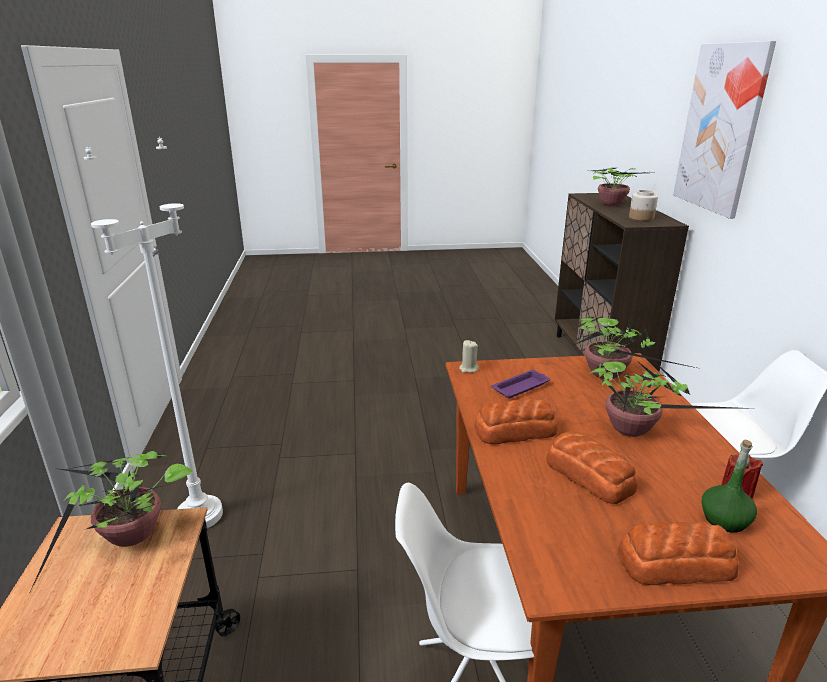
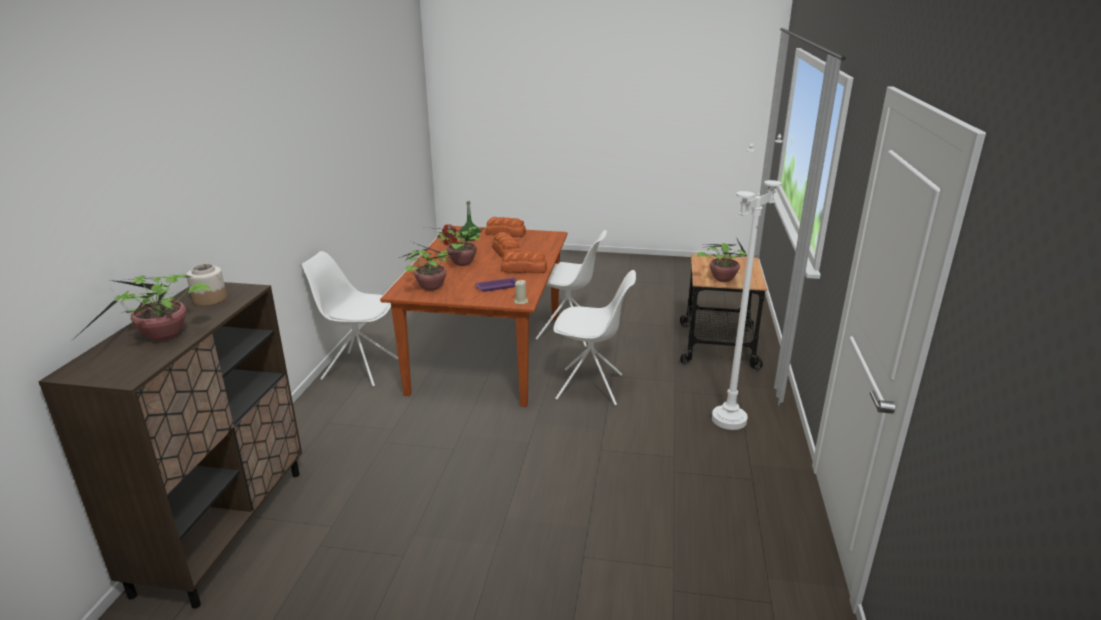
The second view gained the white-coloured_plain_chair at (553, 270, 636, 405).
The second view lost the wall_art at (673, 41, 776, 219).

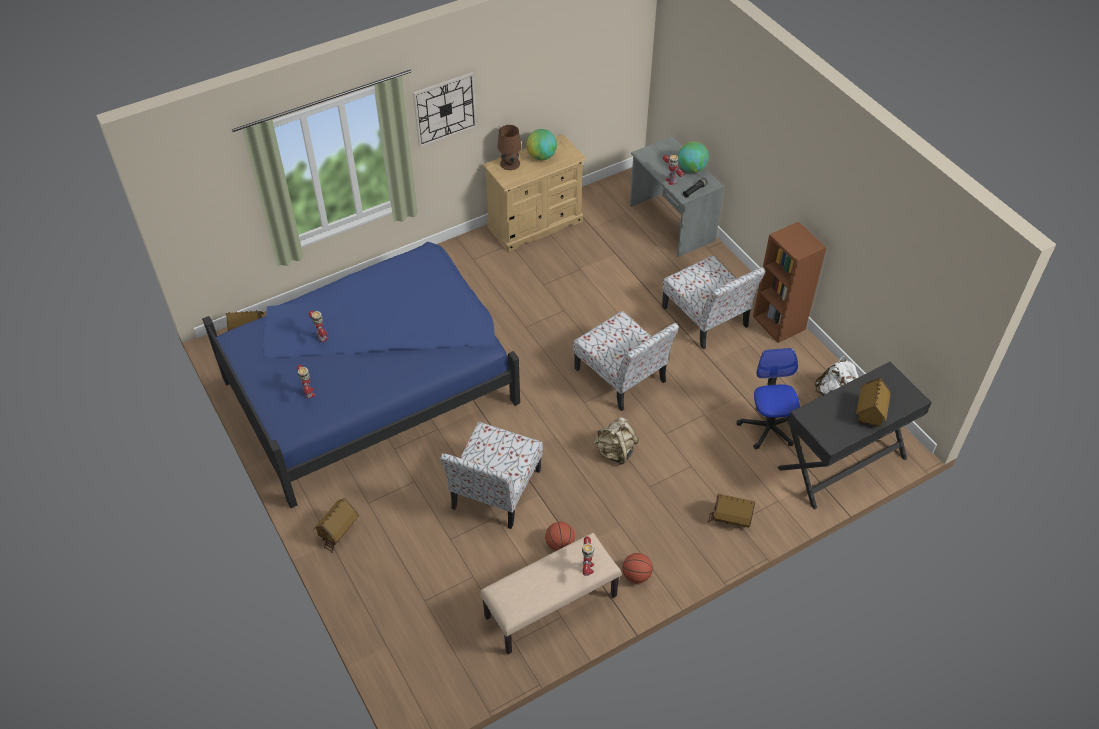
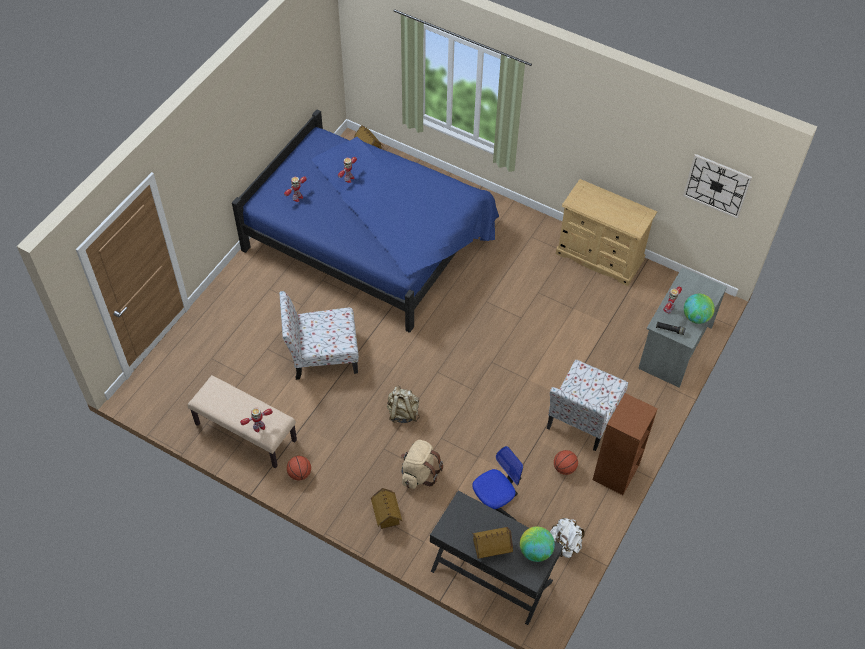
The second view gained the beige-coloured_backpack at (401, 440, 443, 489).
The world_globe ended up elsewhere, having gone from (526, 129, 557, 160) to (520, 526, 555, 562).
The ball_for_basketball ended up elsewhere, having gone from (545, 522, 575, 551) to (554, 450, 578, 475).
The clock_on_the_wall ended up elsewhere, having gone from (413, 72, 477, 148) to (683, 154, 752, 219).
The second view lost the miniature_house at (313, 498, 359, 553).
The second view lost the brown-coloured_table_lamp at (498, 125, 521, 170).
The second view lost the plain_chair at (573, 311, 679, 411).

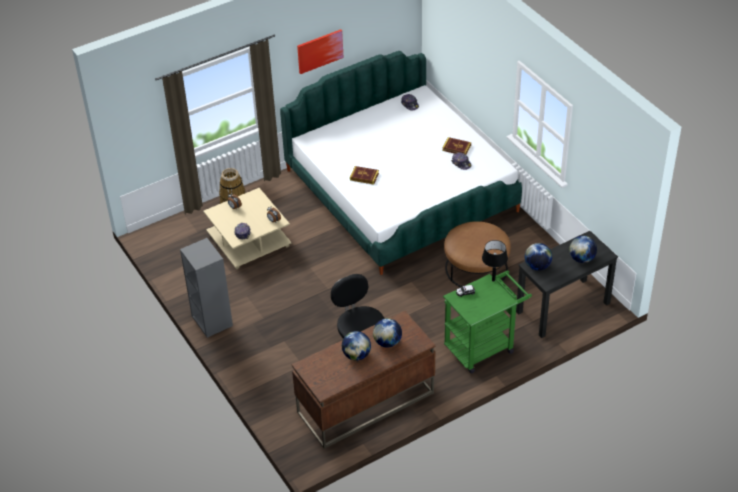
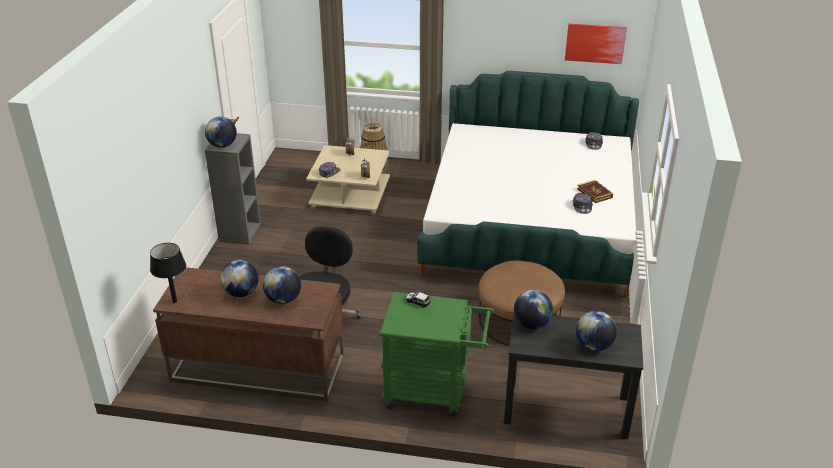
The black-coloured_table_lamp ended up elsewhere, having gone from (482, 240, 508, 282) to (150, 243, 186, 303).
The second view gained the world_globe at (205, 117, 237, 148).
The wall_art ended up elsewhere, having gone from (297, 29, 344, 74) to (565, 24, 627, 64).
The second view lost the bound_book at (350, 166, 379, 185).

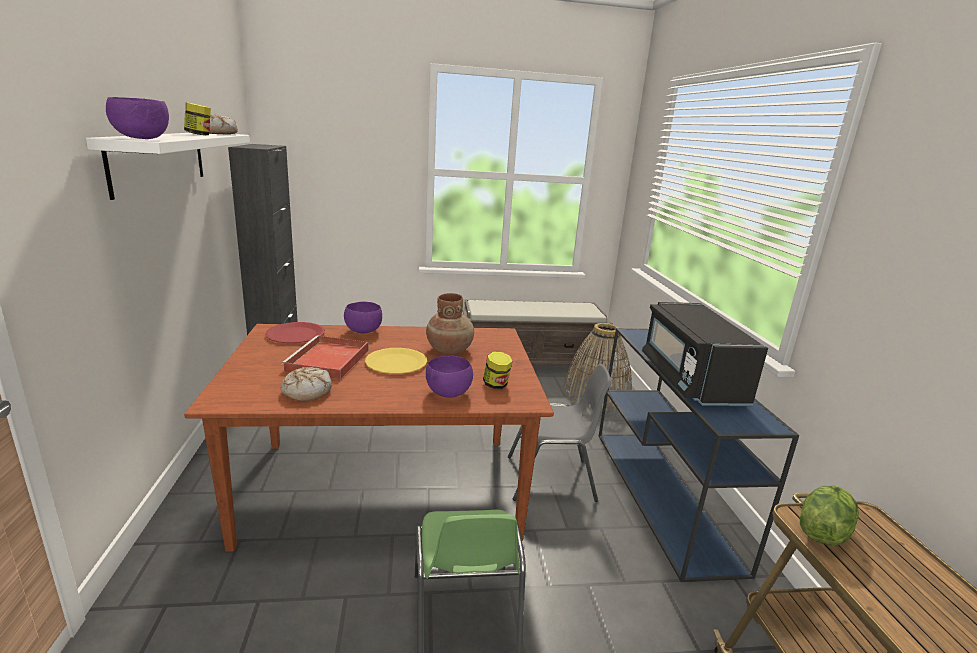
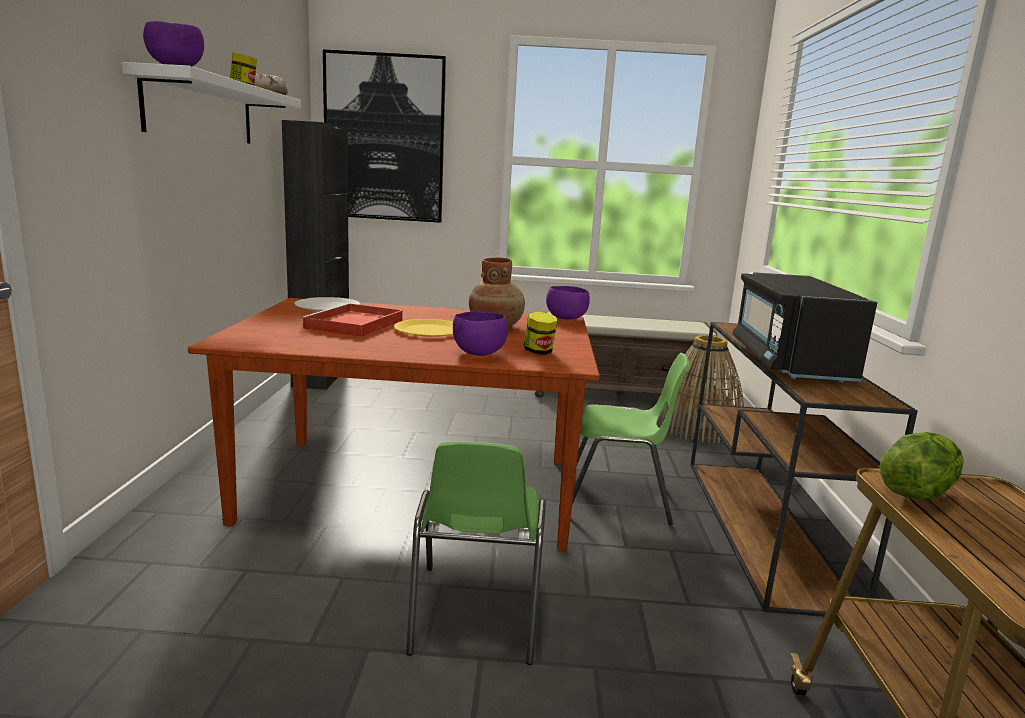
What was the red-coloured_plate at (265, 322, 325, 343) turned into the white-coloured_plate at (294, 297, 360, 311).
The second view gained the wall_art at (323, 50, 446, 223).
The purplish_serving_bowl ended up elsewhere, having gone from (344, 302, 382, 333) to (546, 286, 590, 320).
What was the gray_plain_chair at (508, 364, 612, 502) turned into the green_plain_chair at (572, 353, 690, 525).
What was the bluish_console_table at (599, 328, 799, 582) turned into the brown-coloured_console_table at (690, 322, 918, 616).
The second view lost the baked_bread at (281, 367, 332, 401).

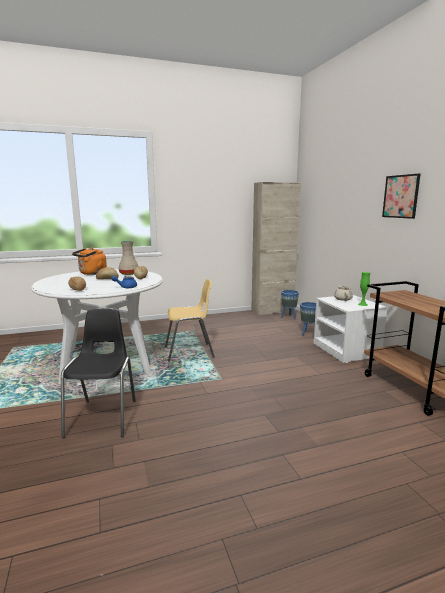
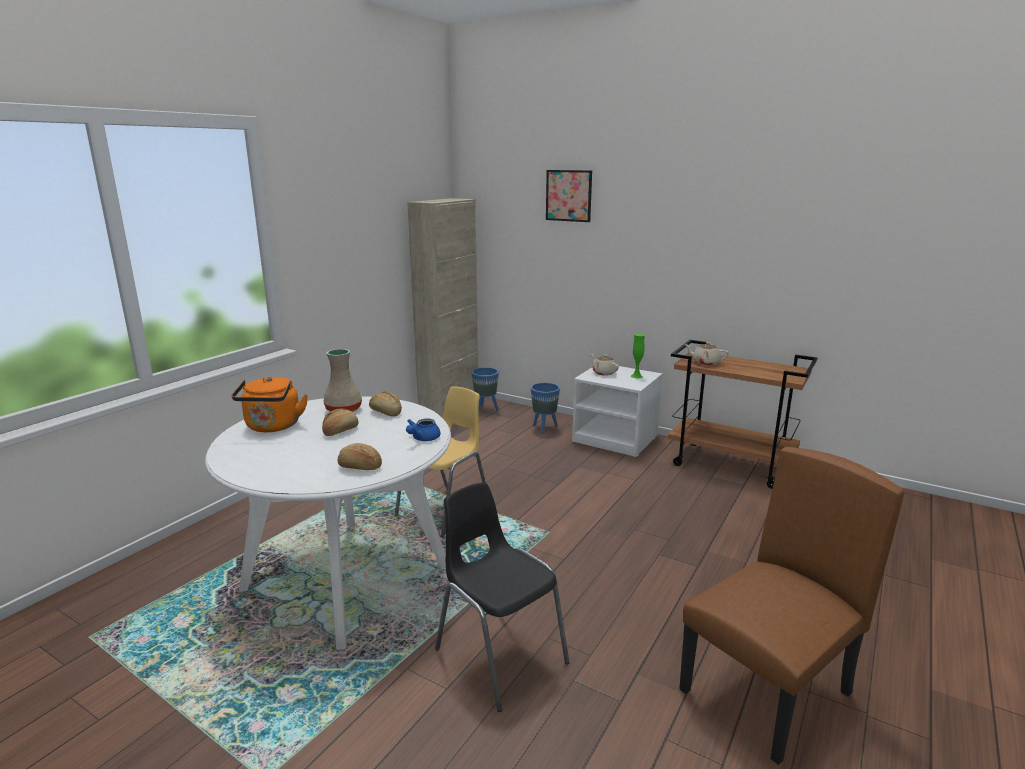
The wall_art ended up elsewhere, having gone from (382, 173, 420, 219) to (546, 170, 592, 222).
The second view gained the brown-coloured_plain_chair at (679, 447, 904, 765).
The second view gained the beige-coloured_teapot at (684, 342, 729, 366).

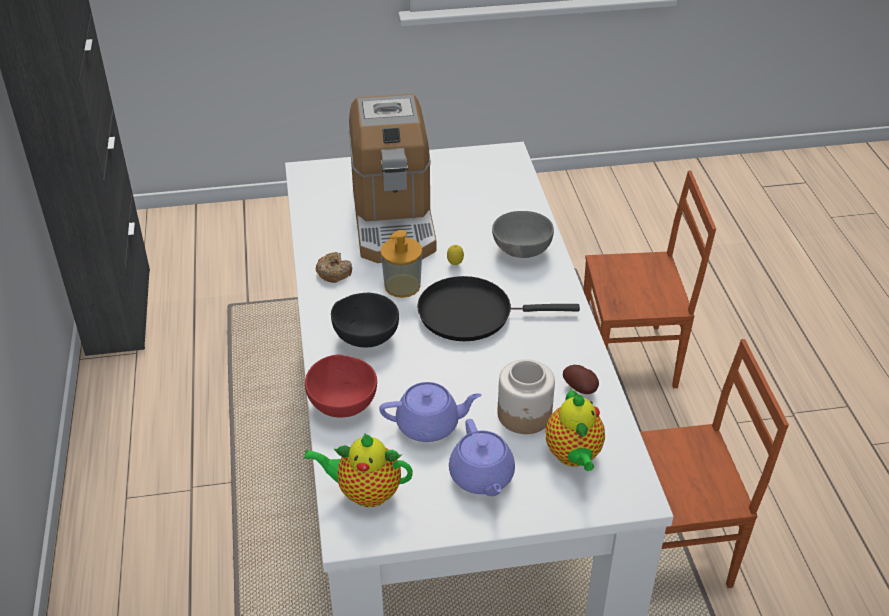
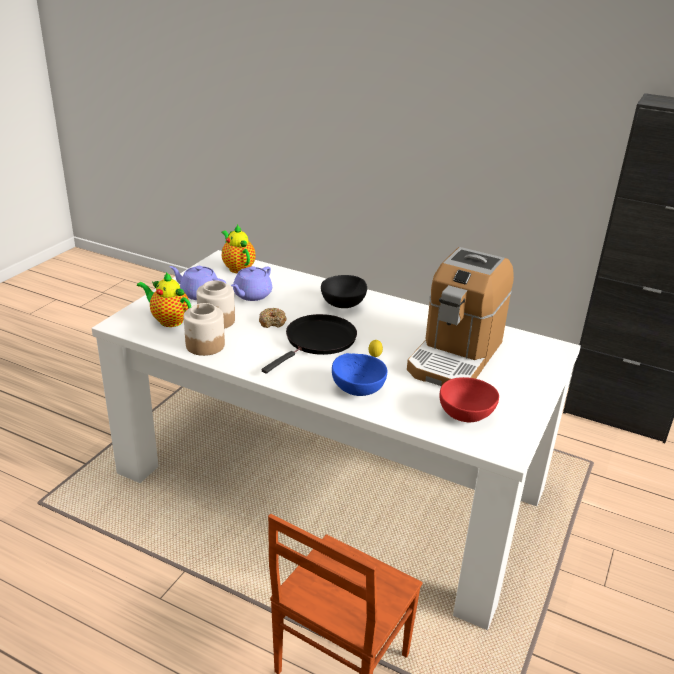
Where the whole_potato stood at (563, 365, 599, 394), the storage_jar came to stand at (184, 303, 225, 356).
The teapot at (303, 433, 413, 507) ended up facing another way, 75 degrees counterclockwise from before.
The doughnut ended up elsewhere, having gone from (316, 252, 352, 283) to (259, 308, 286, 328).
What was the gray_serving_bowl at (492, 211, 554, 258) turned into the bluish_serving_bowl at (332, 353, 387, 396).
The coffee_brewer at (349, 94, 436, 263) ended up facing another way, 90 degrees counterclockwise from before.
The red-coloured_serving_bowl ended up elsewhere, having gone from (305, 354, 377, 418) to (439, 377, 499, 422).
The second view lost the liquid_soap_bottle at (380, 230, 422, 298).
The second view lost the brown-coloured_plain_chair at (640, 339, 789, 588).

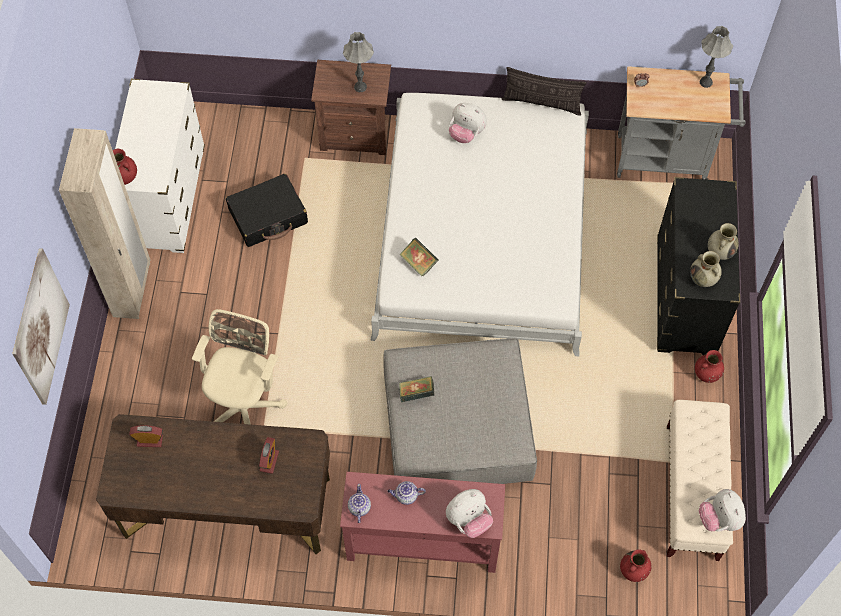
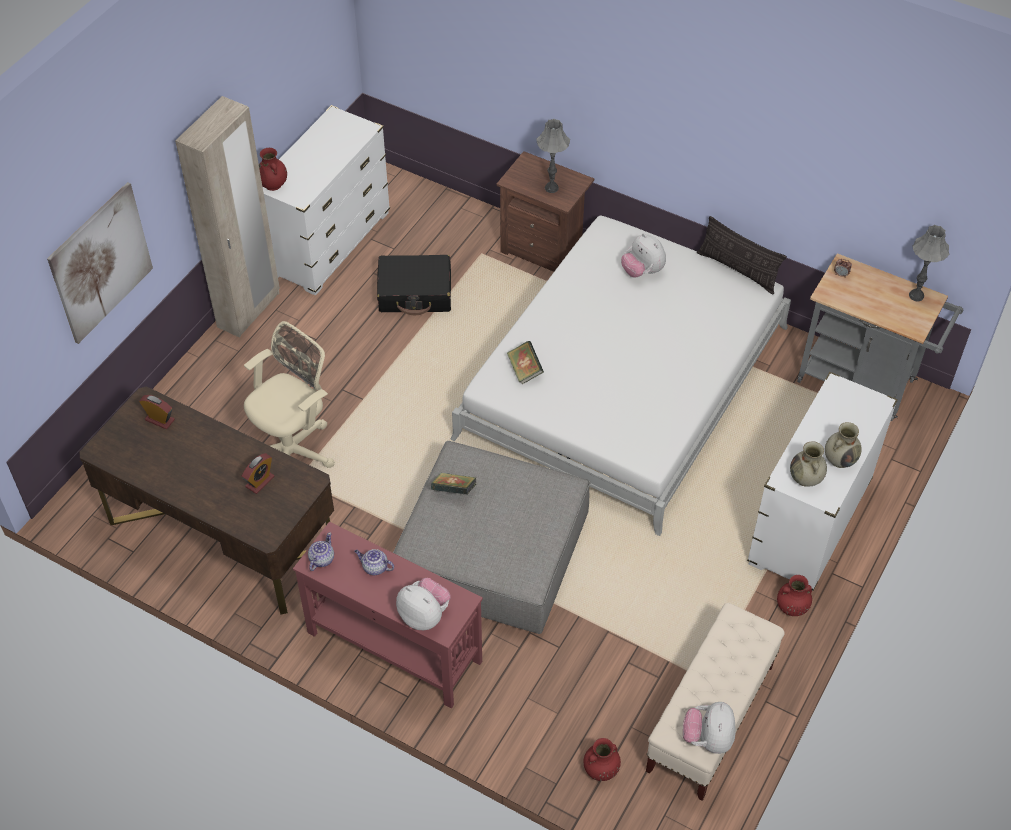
The plush_toy at (446, 489, 493, 538) ended up facing another way, 135 degrees counterclockwise from before.
What was the black-coloured_chest_of_drawers at (657, 177, 740, 355) turned into the white-coloured_chest_of_drawers at (747, 372, 898, 591).

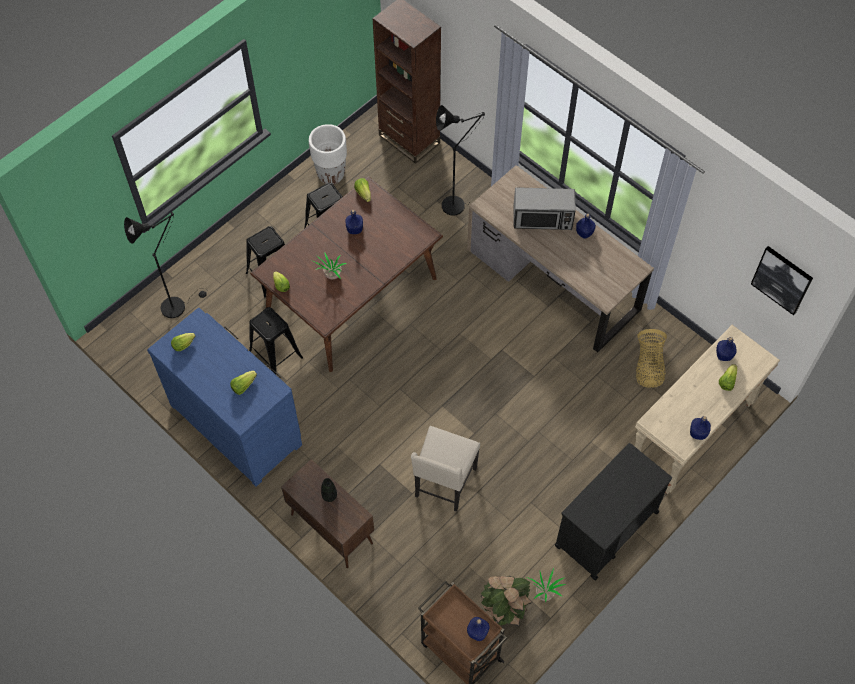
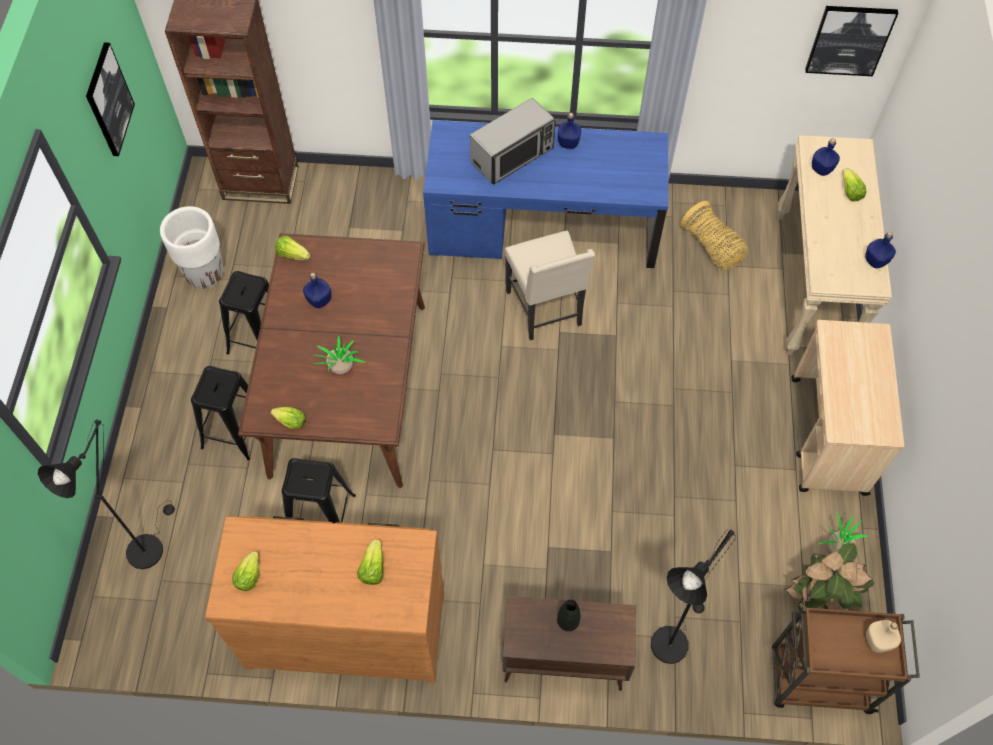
The second view gained the wall_art at (86, 42, 135, 156).
What was the bluish_chest_of_drawers at (147, 308, 302, 487) turned into the brown-coloured_chest_of_drawers at (205, 516, 444, 683).
What was the brown-coloured_desk_table at (467, 165, 654, 352) turned into the bluish_desk_table at (423, 120, 668, 268).
The beige-coloured_plain_chair ended up elsewhere, having gone from (411, 426, 480, 512) to (505, 231, 595, 340).
The black-coloured_floor_lamp ended up elsewhere, having gone from (436, 105, 485, 215) to (651, 529, 736, 664).
What was the black-coloured_wheeled_cart at (555, 443, 672, 580) turned into the beige-coloured_wheeled_cart at (791, 320, 904, 496).
What was the bluish_beverage_bottle at (467, 617, 490, 641) turned into the beige-coloured_beverage_bottle at (866, 620, 901, 653).

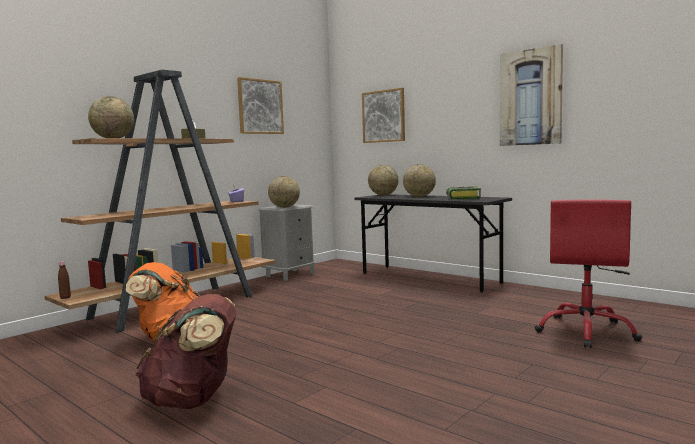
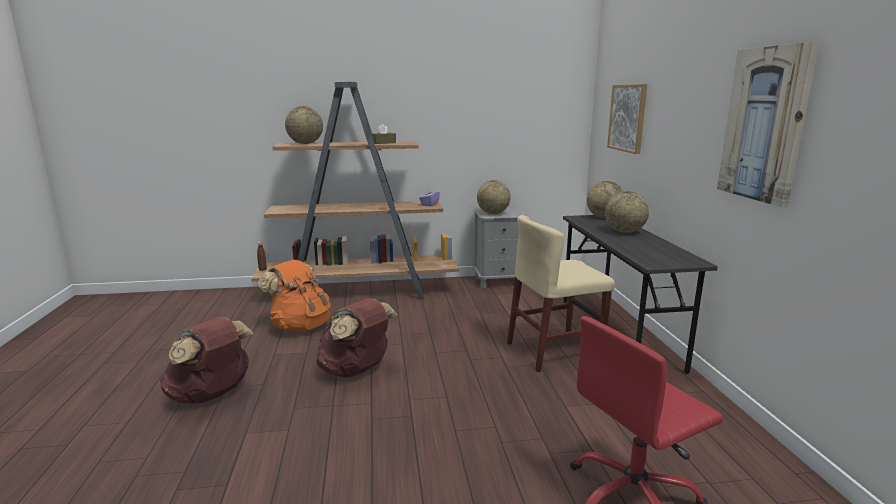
The second view gained the brown-coloured_backpack at (316, 298, 397, 377).
The second view gained the beige-coloured_plain_chair at (507, 215, 615, 372).
The second view lost the wall_art at (237, 77, 284, 134).
The second view lost the bound_book at (446, 186, 481, 200).

